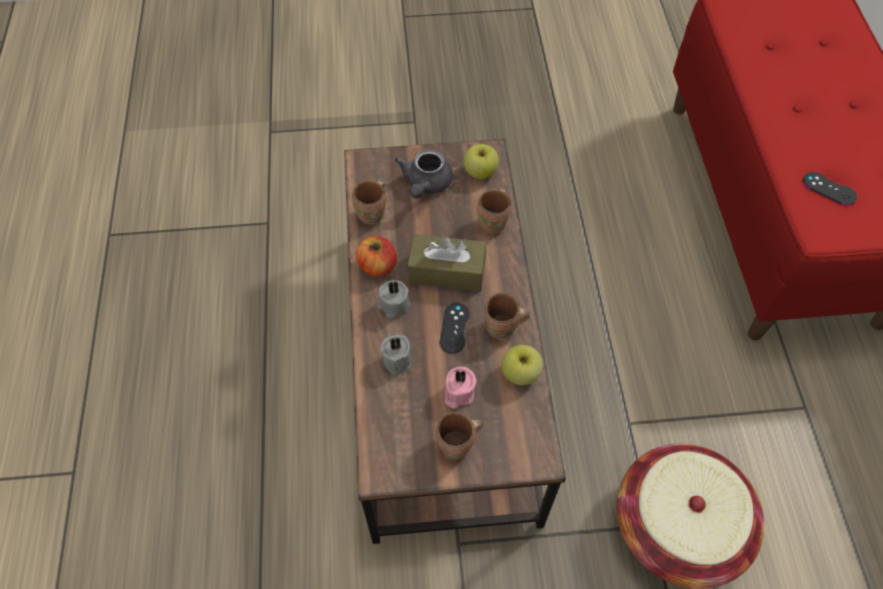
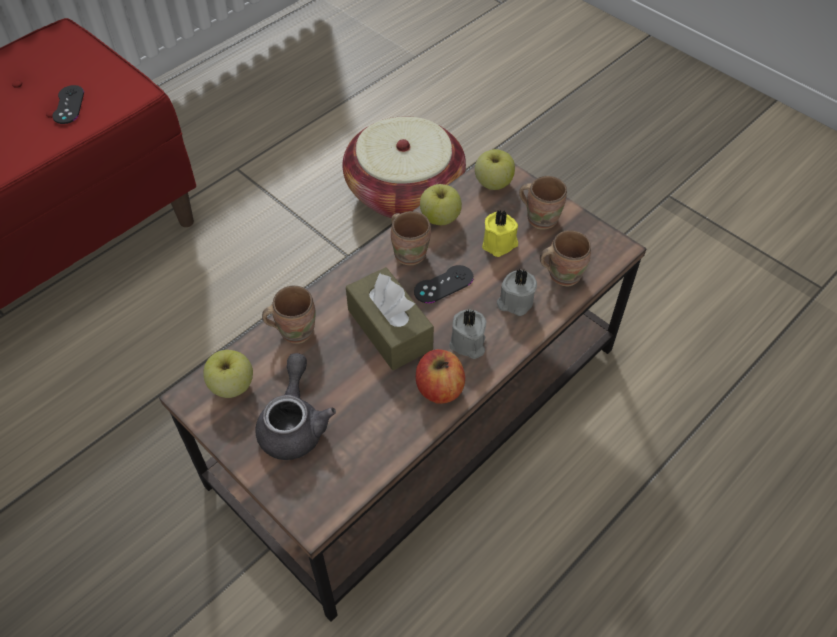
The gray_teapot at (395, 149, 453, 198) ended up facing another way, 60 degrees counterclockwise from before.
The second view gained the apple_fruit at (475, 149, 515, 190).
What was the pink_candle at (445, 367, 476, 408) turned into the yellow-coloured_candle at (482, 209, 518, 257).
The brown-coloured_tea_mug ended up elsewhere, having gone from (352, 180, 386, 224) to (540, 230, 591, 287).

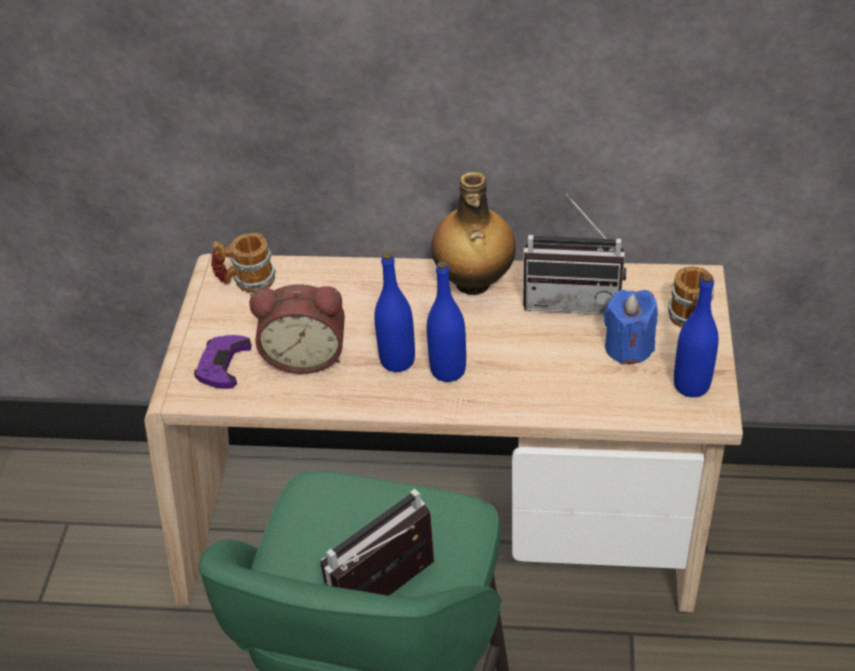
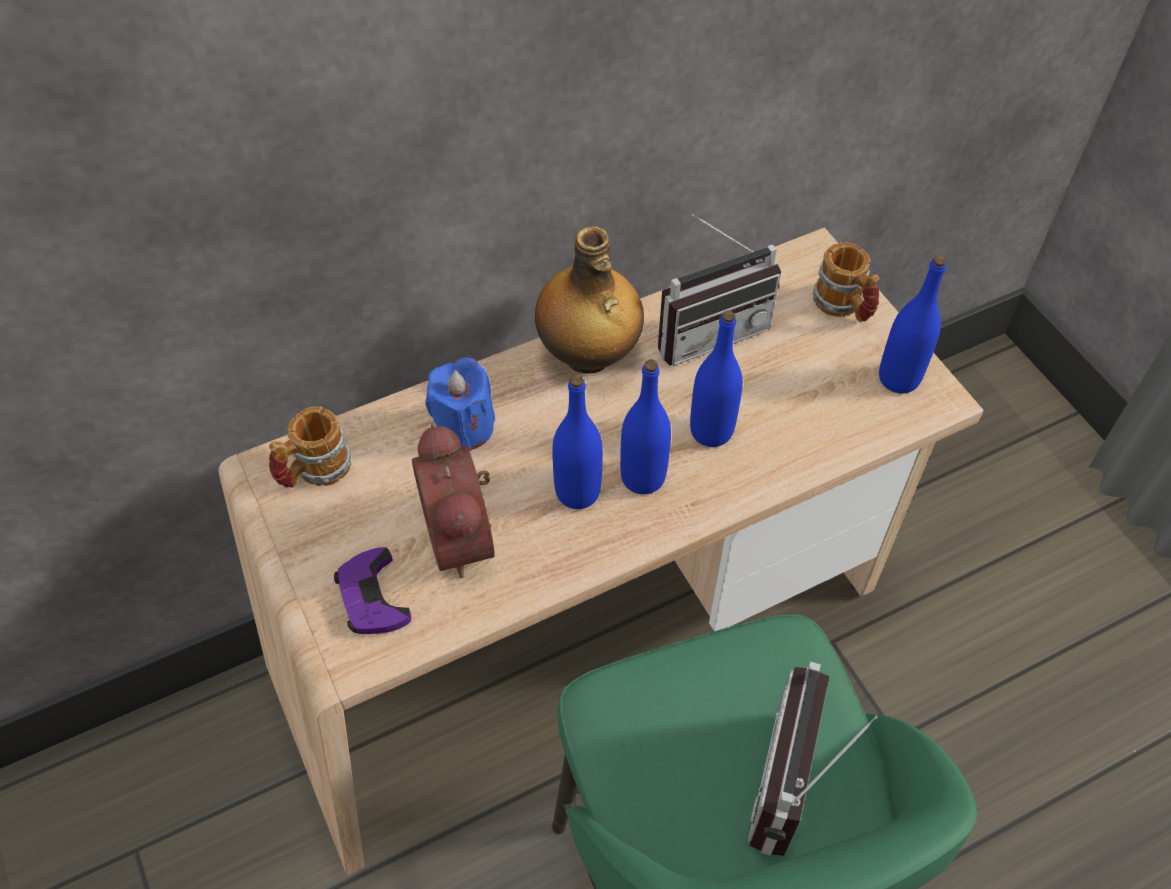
The alarm_clock at (249, 284, 345, 374) ended up facing another way, 105 degrees clockwise from before.
The bluish_candle ended up elsewhere, having gone from (604, 290, 658, 365) to (426, 358, 495, 451).
The second view gained the bluish_beverage_bottle at (690, 310, 743, 447).

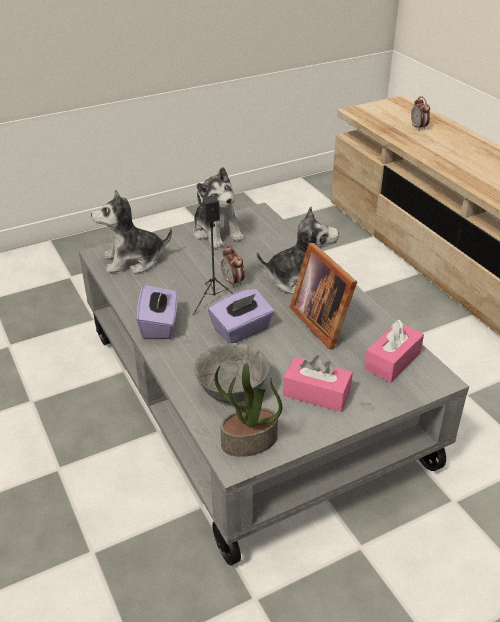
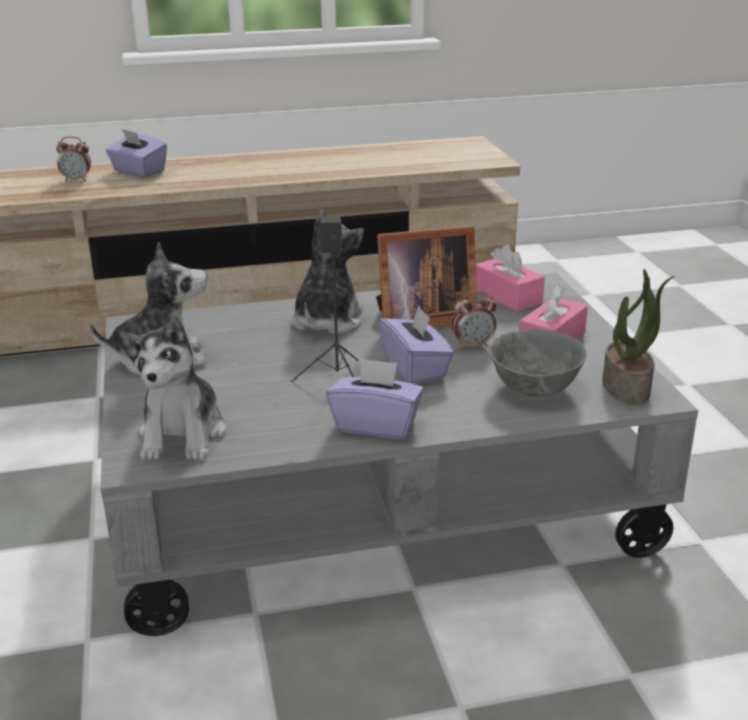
The second view gained the purplish_box_of_tissues at (106, 128, 167, 178).
The alarm_clock ended up elsewhere, having gone from (221, 246, 245, 288) to (452, 291, 496, 350).

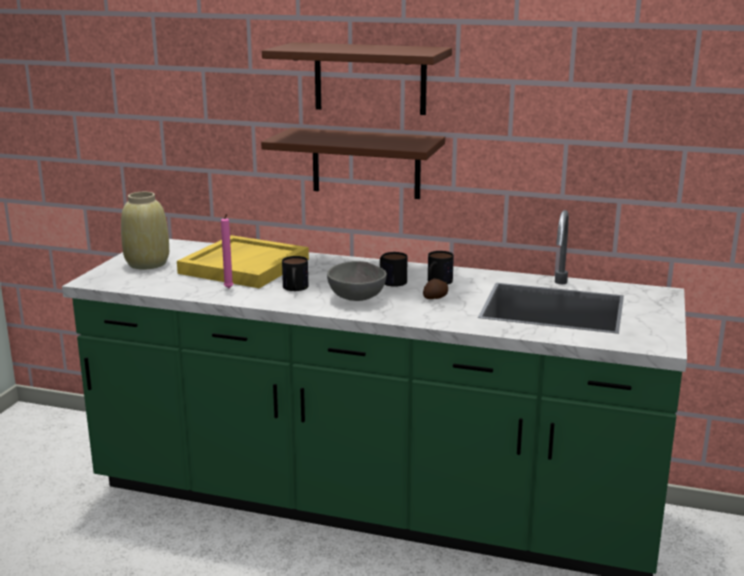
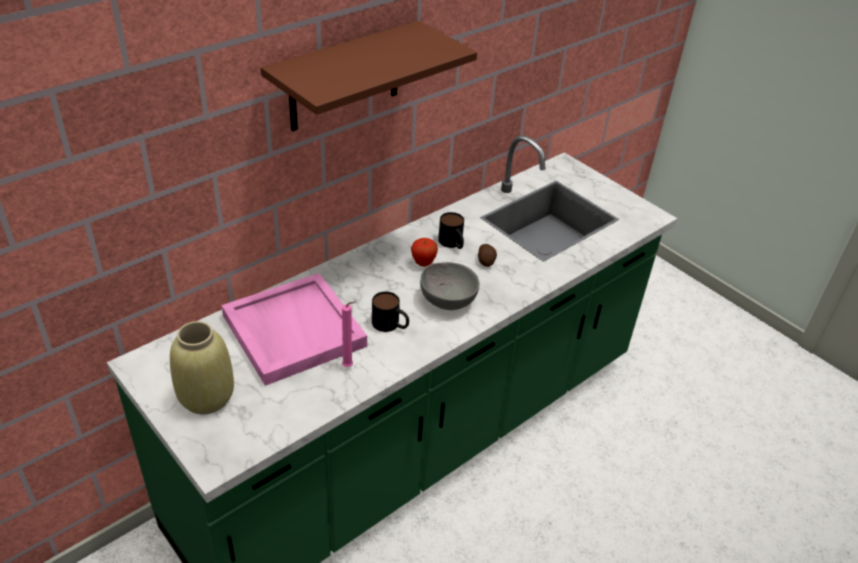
What was the yellow-coloured_carrying_tray at (177, 235, 309, 288) turned into the pink_carrying_tray at (222, 273, 367, 386).
Where the tea_mug stood at (380, 252, 408, 287), the apple_fruit came to stand at (411, 238, 438, 267).
The second view lost the brown-coloured_shelf at (261, 128, 445, 199).

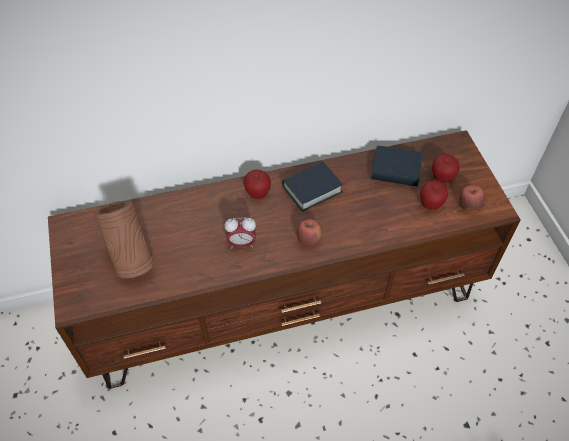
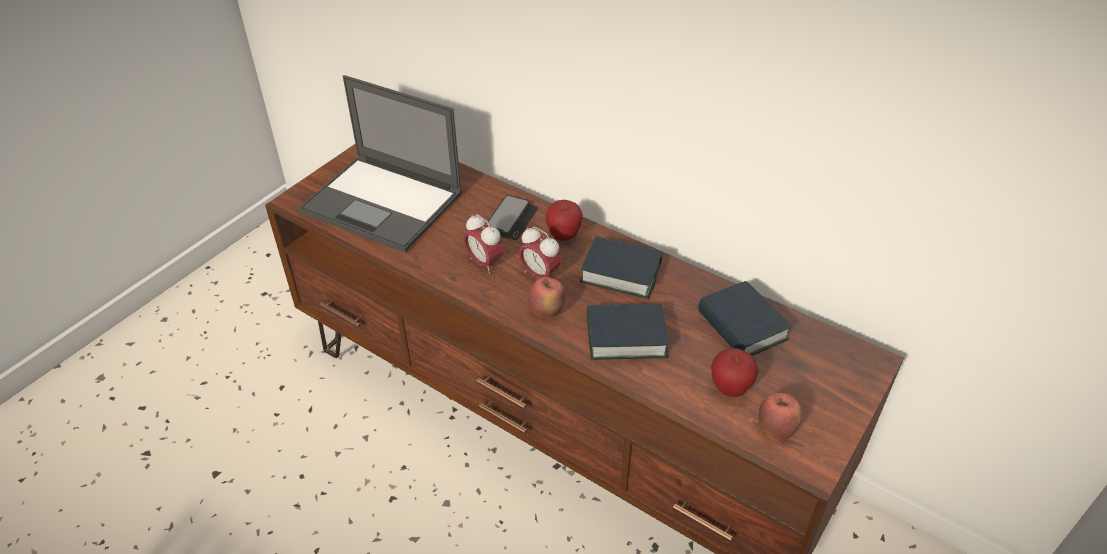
Where the brown-coloured_flower_vase stood at (94, 200, 154, 279), the notebook_computer came to stand at (299, 75, 462, 253).
The second view gained the handset at (486, 195, 538, 240).
The second view gained the alarm_clock at (519, 227, 562, 279).
The second view gained the bound_book at (587, 304, 668, 360).
The second view lost the apple_fruit at (432, 154, 459, 183).

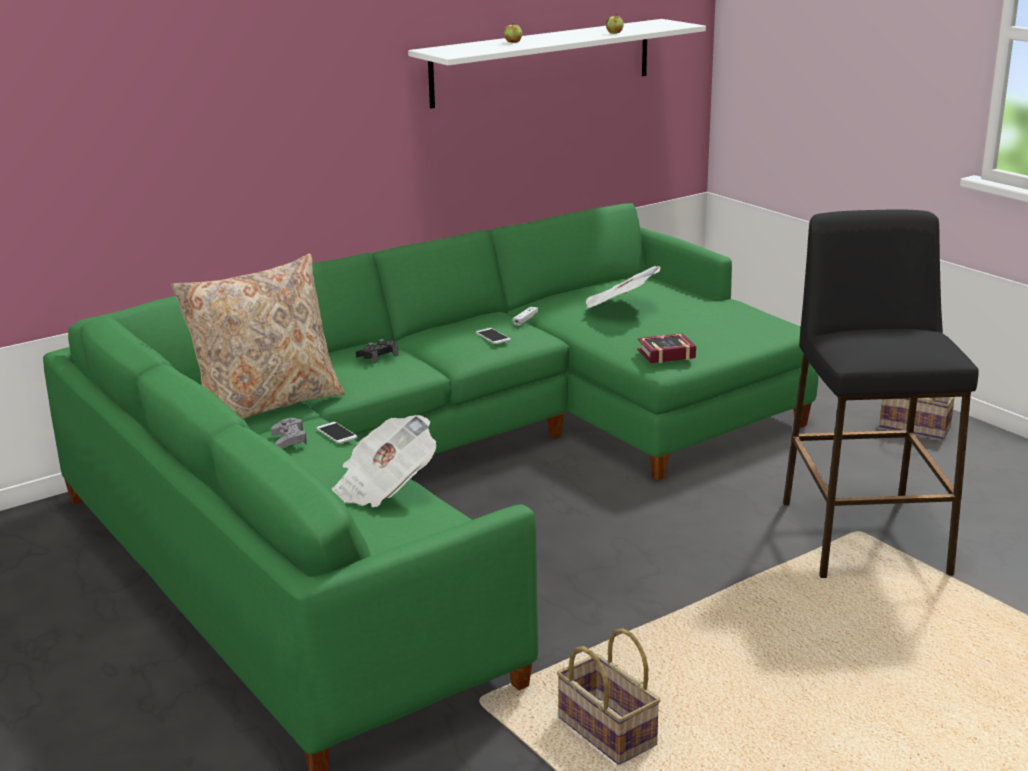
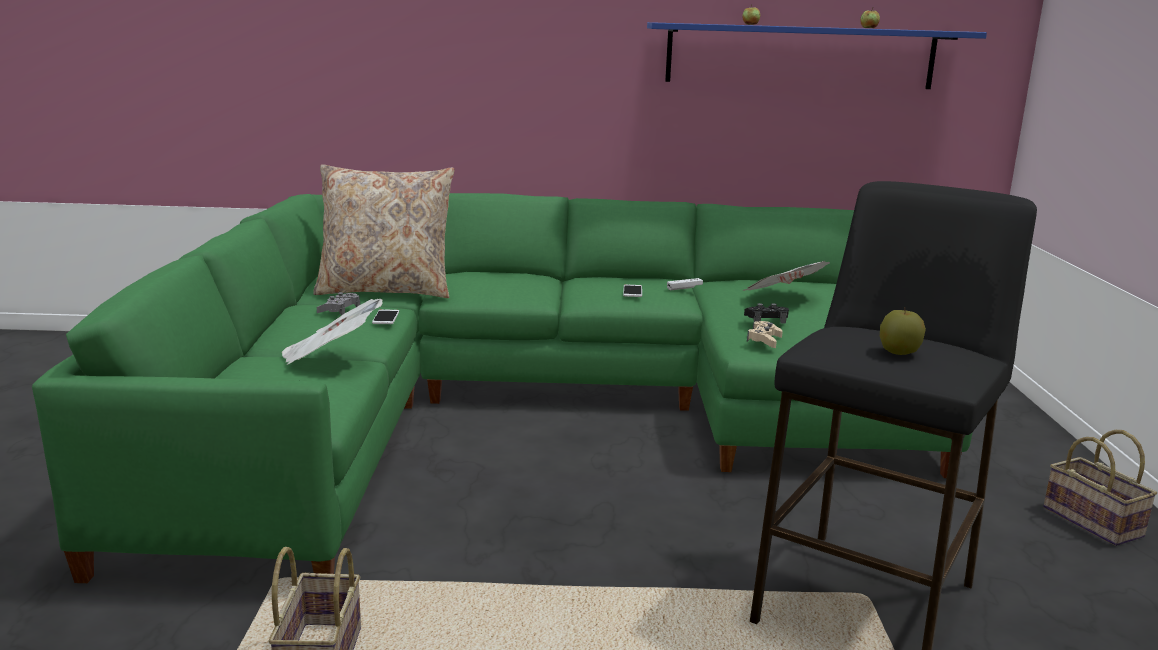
What was the white-coloured_shelf at (408, 19, 706, 109) turned into the bluish_shelf at (647, 22, 987, 89).
The black-coloured_game_controller ended up elsewhere, having gone from (356, 339, 398, 363) to (744, 303, 789, 324).
Where the bound_book stood at (637, 333, 696, 363), the beige-coloured_game_controller came to stand at (747, 321, 783, 348).
The second view gained the apple_fruit at (880, 308, 926, 355).

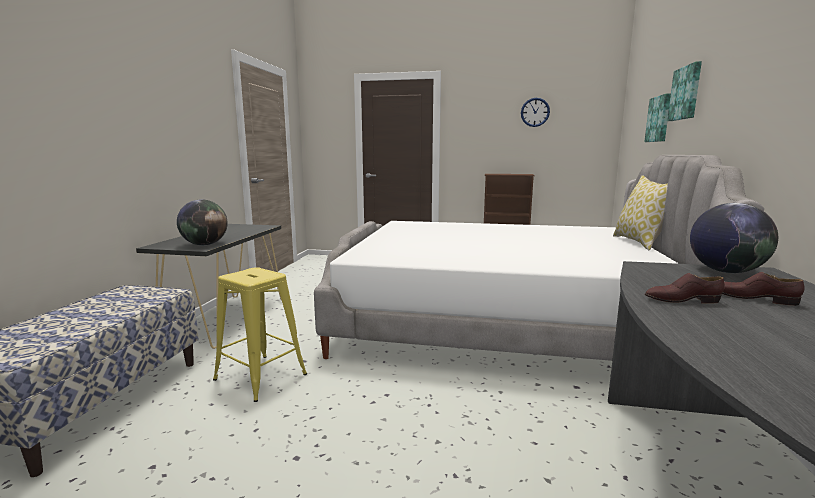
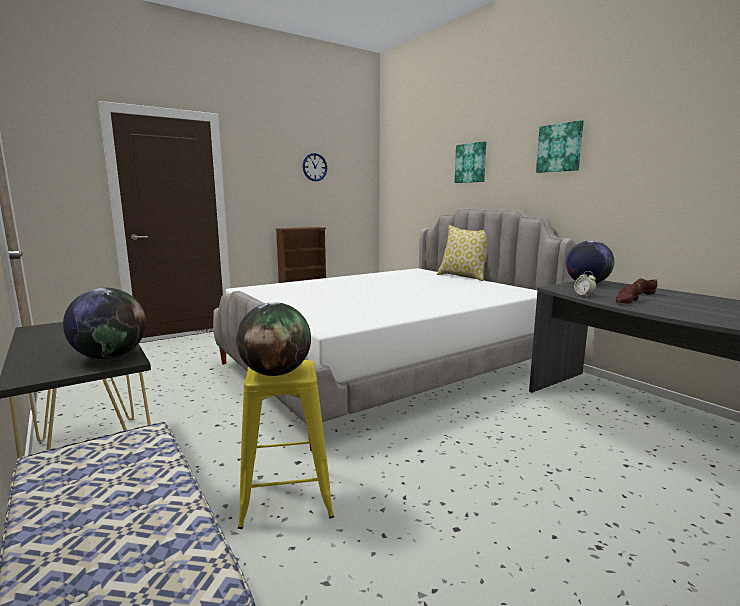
The second view gained the world_globe at (236, 302, 311, 376).
The wall_art ended up elsewhere, having gone from (644, 93, 671, 142) to (536, 120, 584, 173).
The second view gained the alarm_clock at (574, 271, 596, 296).

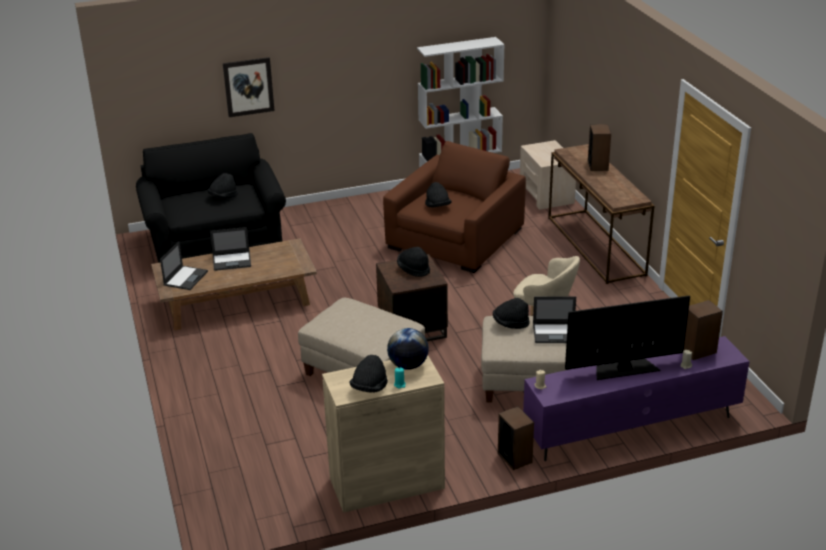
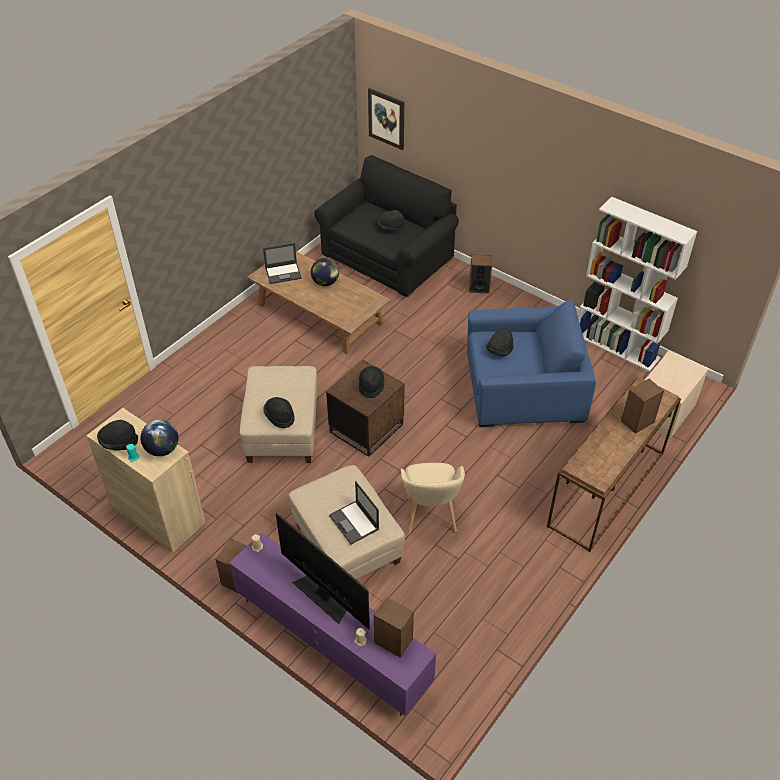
The black-coloured_hat ended up elsewhere, having gone from (493, 298, 530, 329) to (263, 397, 295, 428).
Where the notebook_computer stood at (210, 227, 251, 271), the world_globe came to stand at (311, 258, 339, 286).
The wall_art ended up elsewhere, having gone from (223, 57, 275, 117) to (368, 88, 404, 150).
What was the brown-coloured_lounge_chair at (383, 141, 526, 273) turned into the bluish_lounge_chair at (467, 300, 596, 427).
The second view gained the speaker at (469, 255, 492, 294).

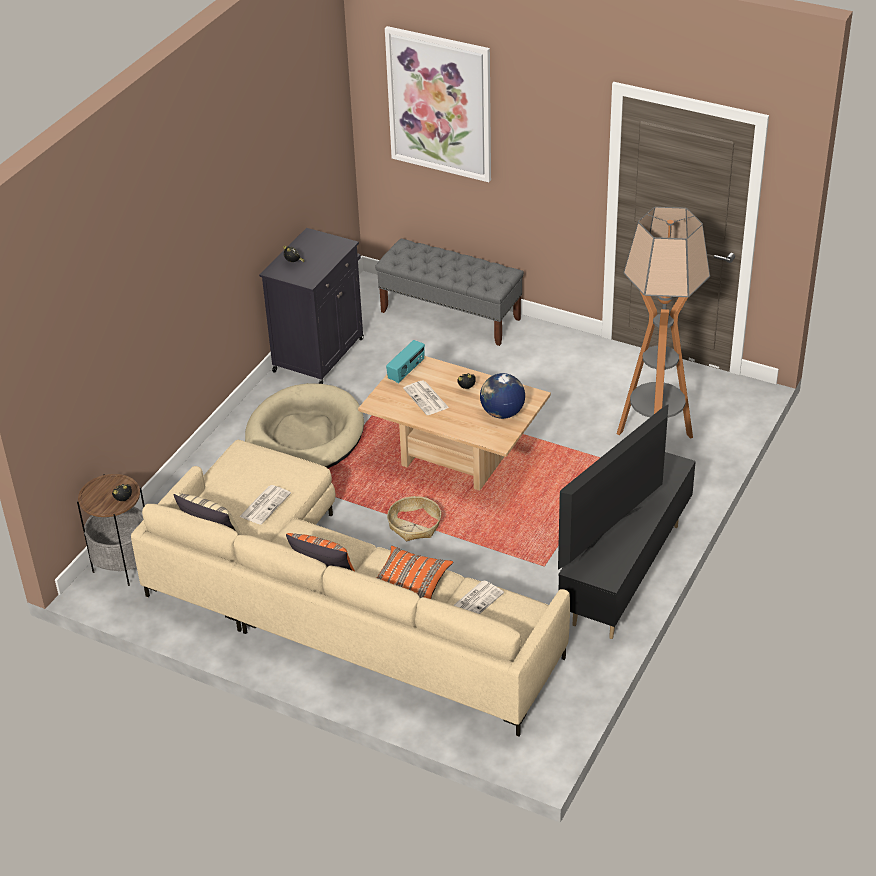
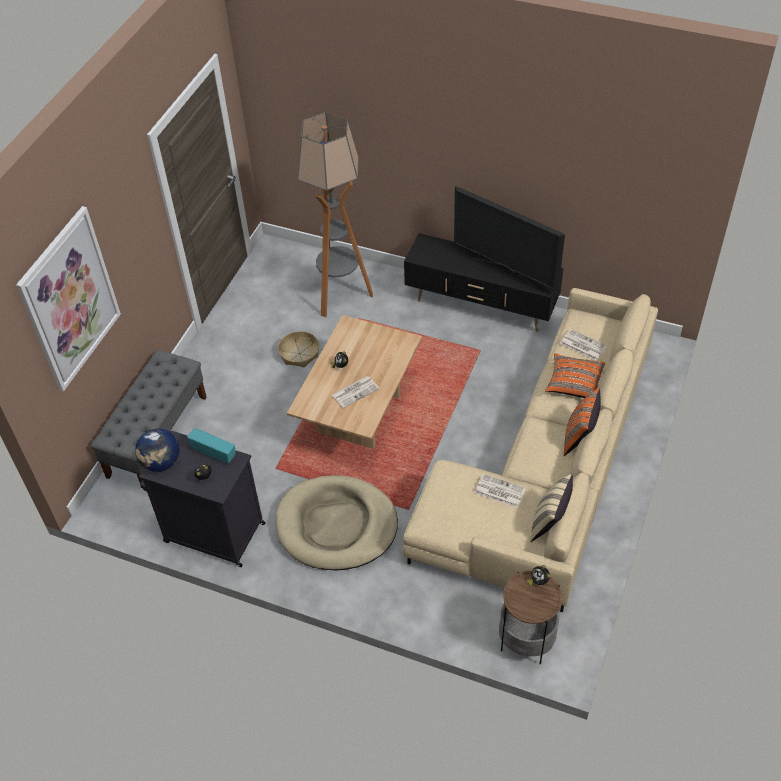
The world_globe ended up elsewhere, having gone from (480, 373, 525, 419) to (135, 428, 180, 472).
The radio_set ended up elsewhere, having gone from (386, 340, 425, 383) to (187, 428, 236, 464).
The household_basket ended up elsewhere, having gone from (387, 496, 441, 541) to (278, 331, 319, 367).

